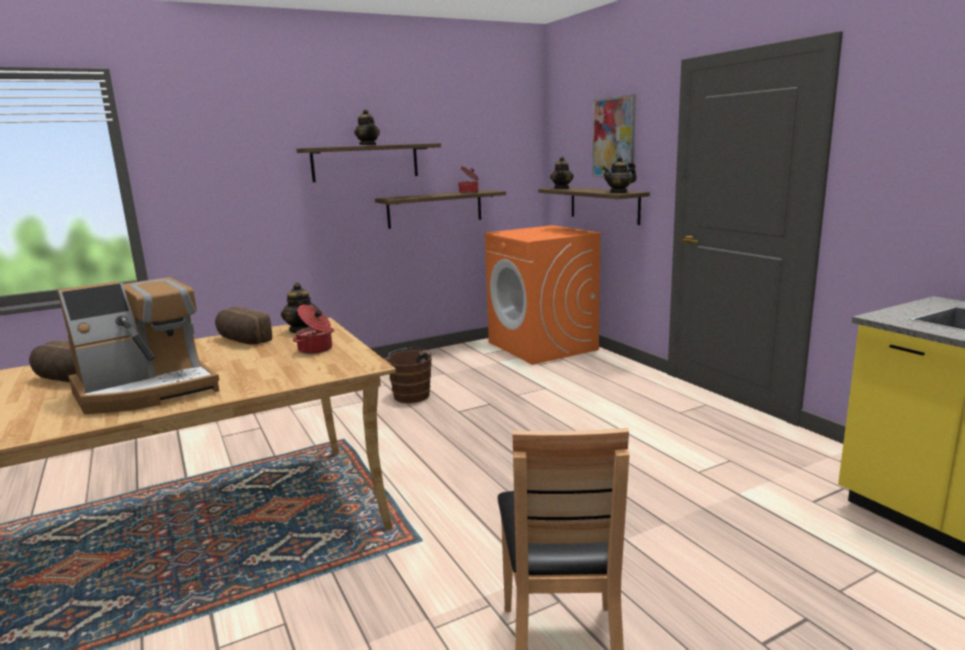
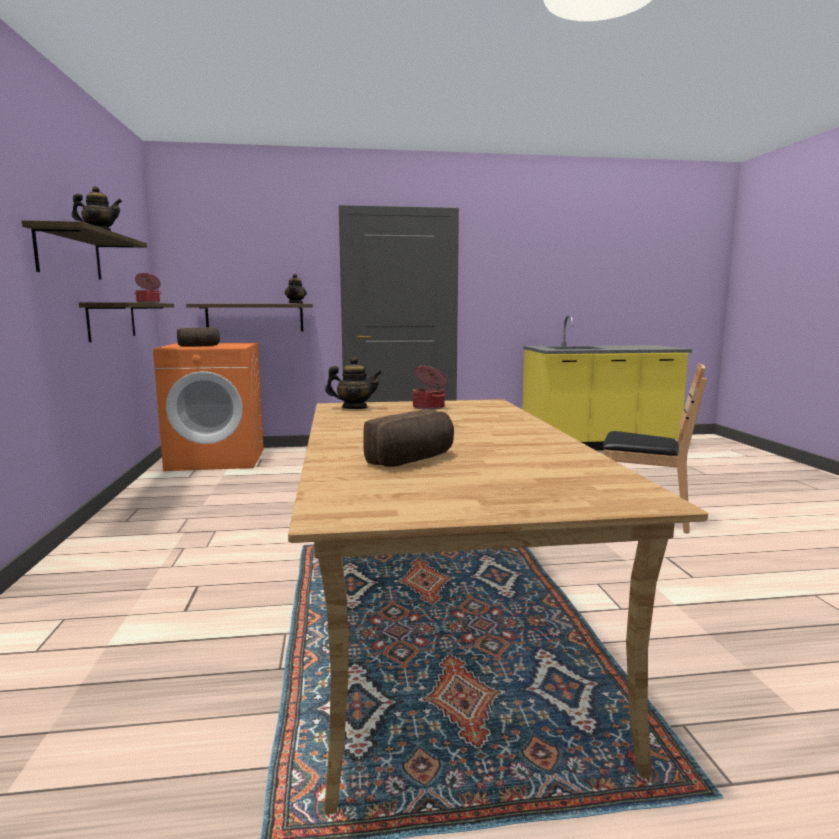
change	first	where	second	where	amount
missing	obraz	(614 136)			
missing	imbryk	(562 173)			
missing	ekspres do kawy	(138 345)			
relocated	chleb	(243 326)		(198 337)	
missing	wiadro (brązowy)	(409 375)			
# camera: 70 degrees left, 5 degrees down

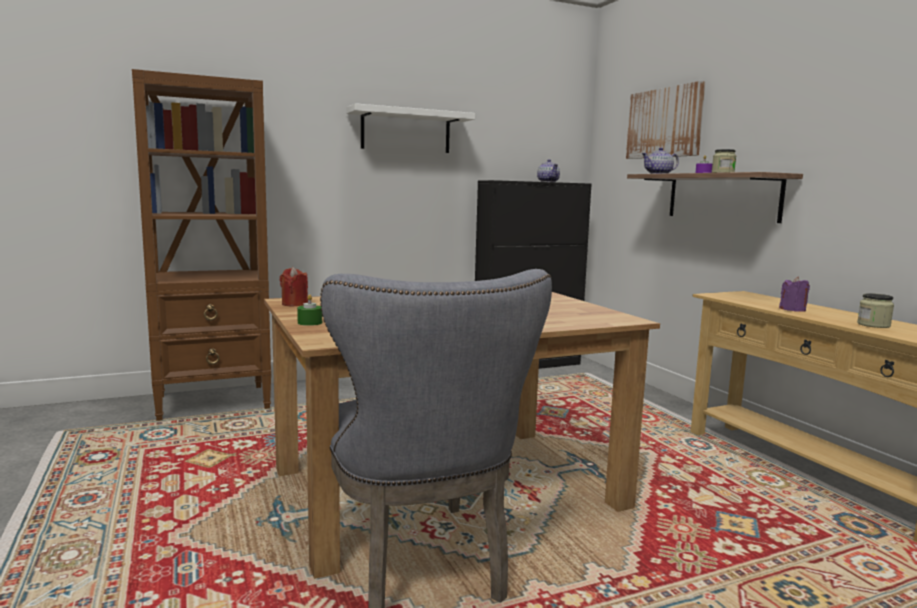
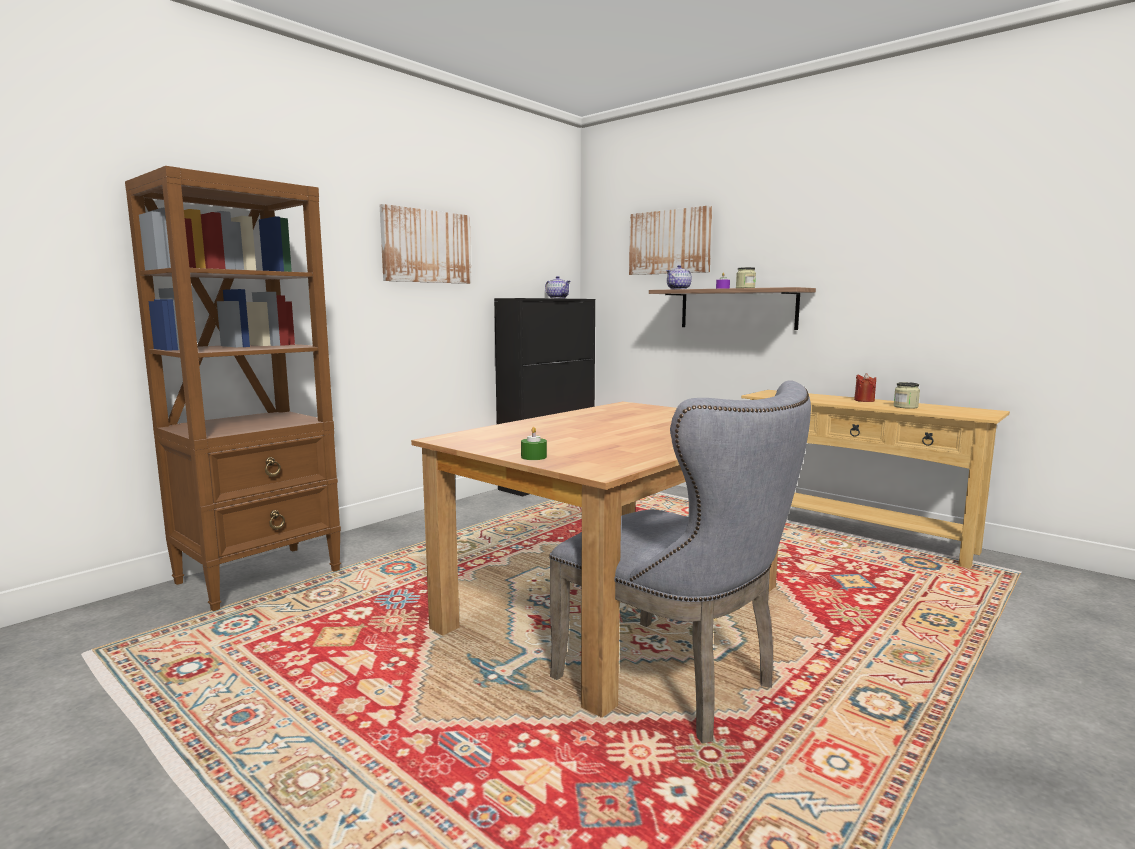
change	first	where	second	where	amount
exchanged	półka (biały)	(410 128)	obraz	(426 244)	
relocated	świeca (czerwony)	(294 287)		(865 387)	
missing	świeca (fioletowy)	(794 294)			
# camera: 25 degrees left, 0 degrees up

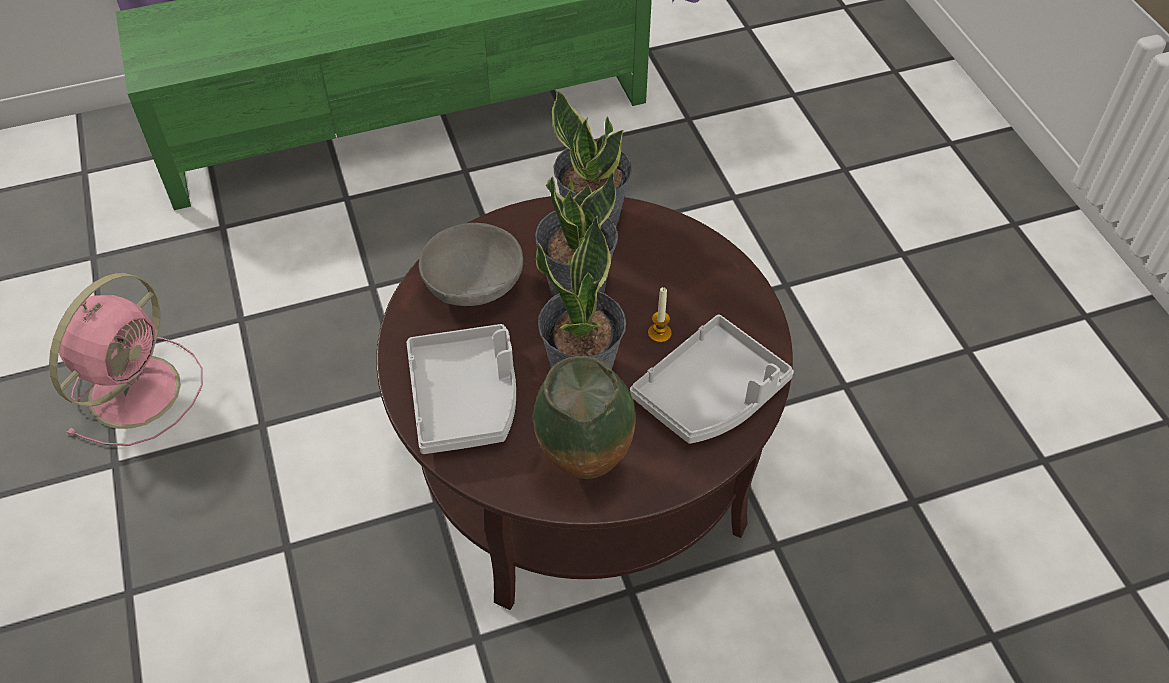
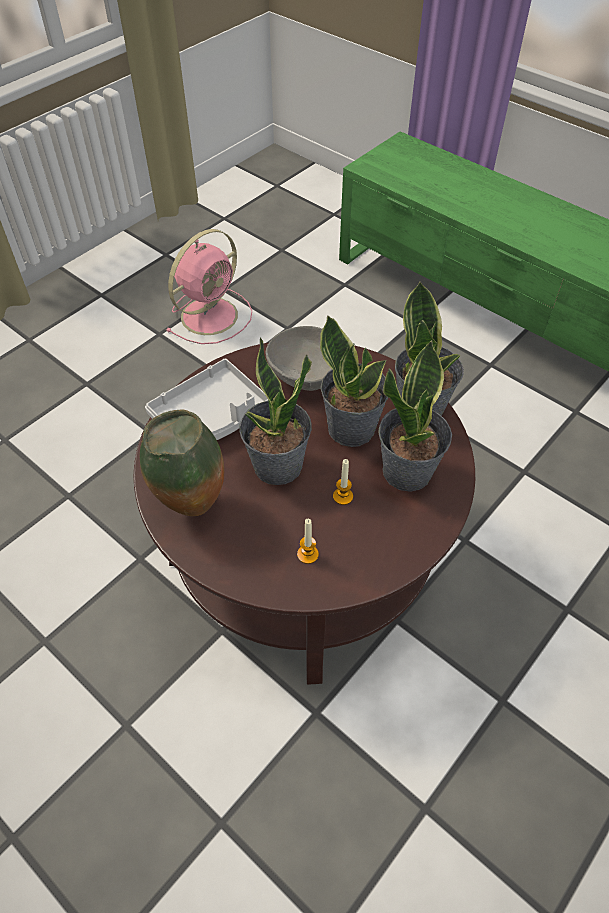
change	first	where	second	where	amount
spun	wentylator (różowy)	(126 359)		(208 286)	45 degrees counterclockwise
exchanged	taca (szary)	(712 379)	świeca	(308 541)	
appeared			roślina doniczkowa	(415 416)	
# camera: 60 degrees right, 0 degrees up

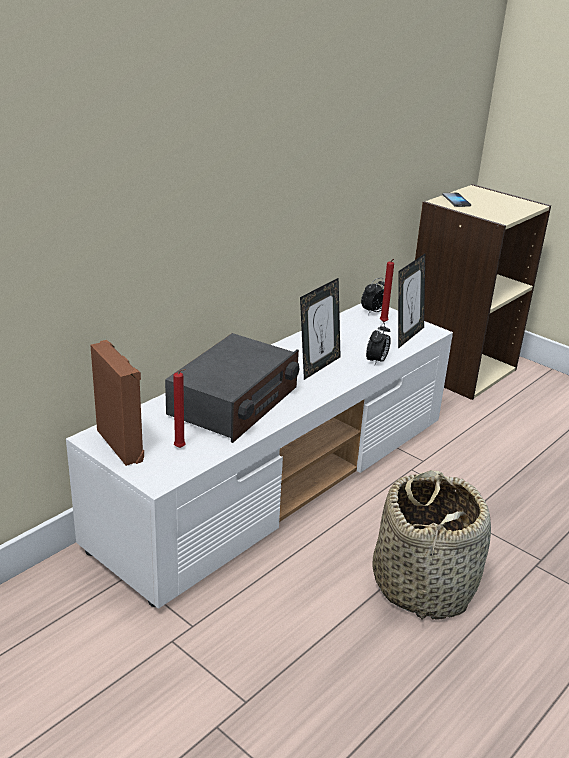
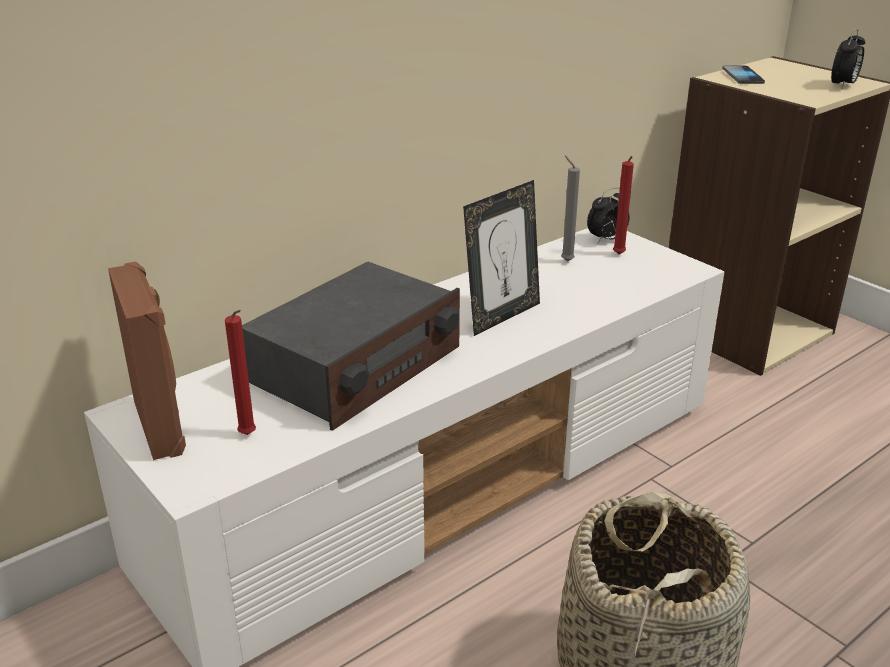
change	first	where	second	where	amount
missing	ramka na zdjęcie	(411 301)			
relocated	budzik	(378 344)		(848 59)	
appeared			świeca (szary)	(570 209)	
# camera: 10 degrees right, 0 degrees up

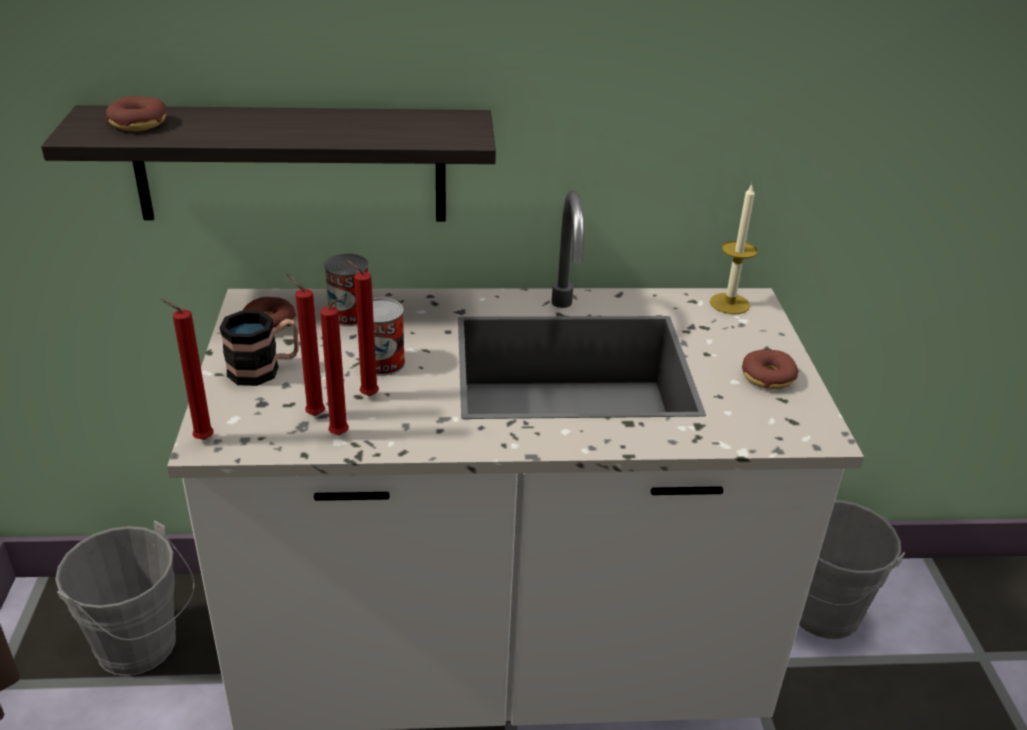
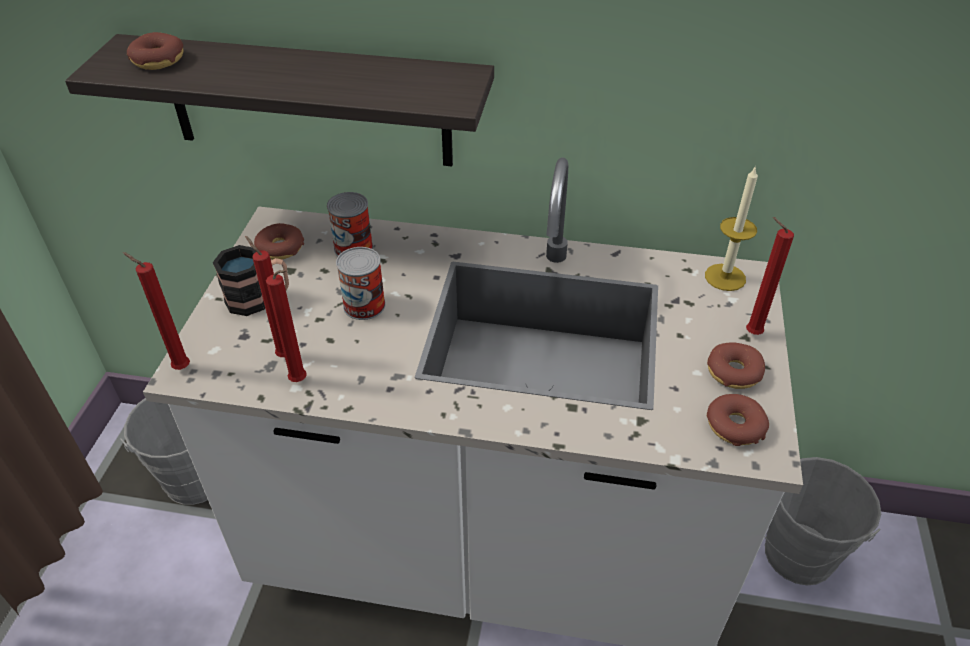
change	first	where	second	where	amount
relocated	świeca (czerwony)	(361 327)		(770 276)	
appeared			donut	(738 420)	
# camera: 15 degrees right, 10 degrees up

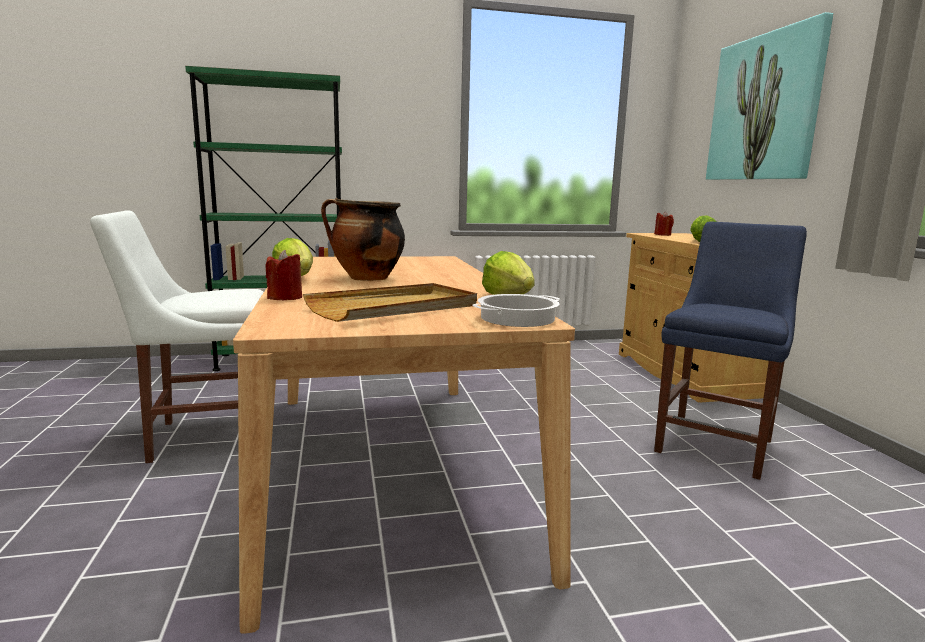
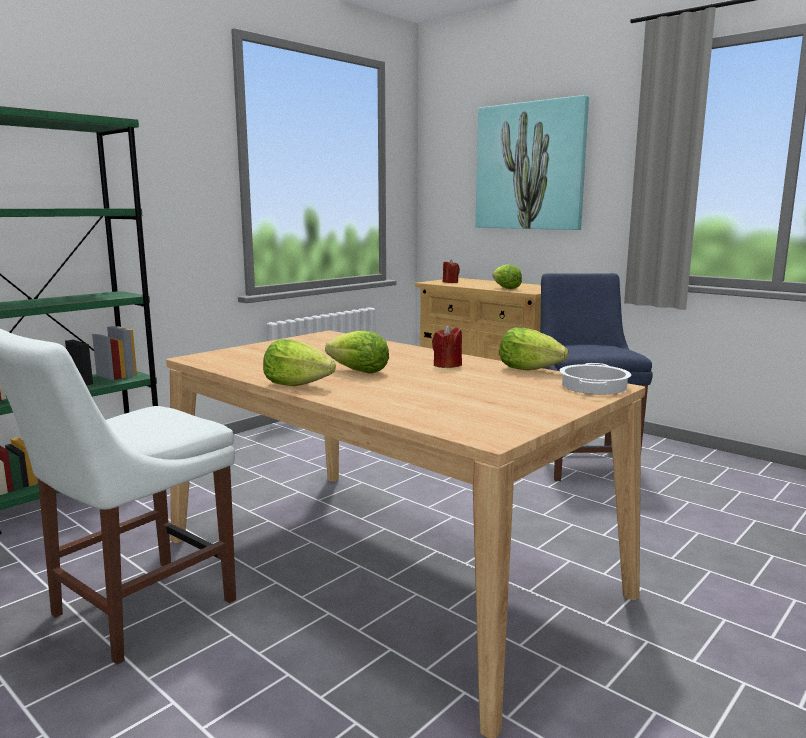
change	first	where	second	where	amount
exchanged	garnek	(363 239)	sałata	(357 352)	
relocated	świeca (czerwony)	(284 275)		(447 346)	
missing	taca (beżowy)	(390 302)			
# camera: 35 degrees left, 0 degrees up

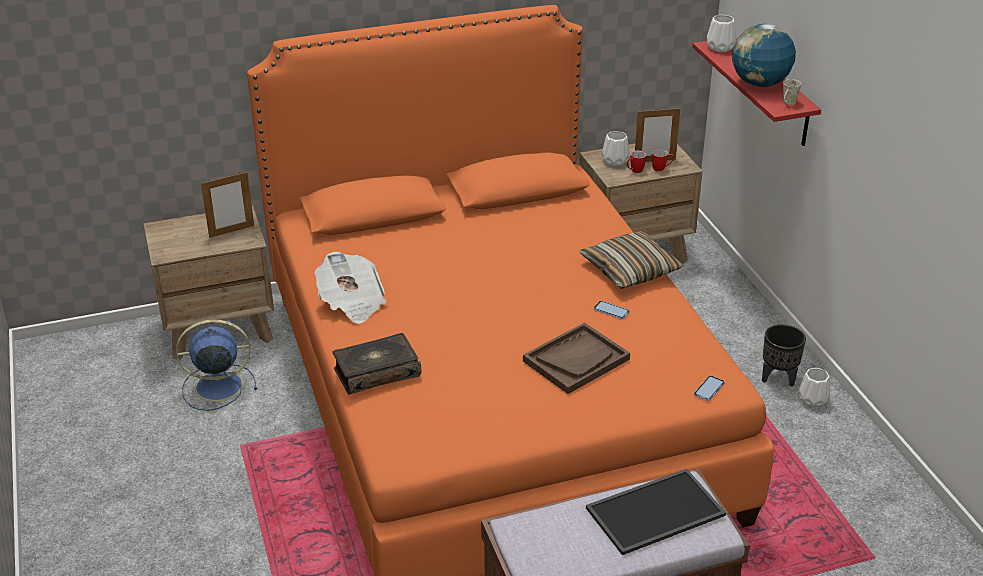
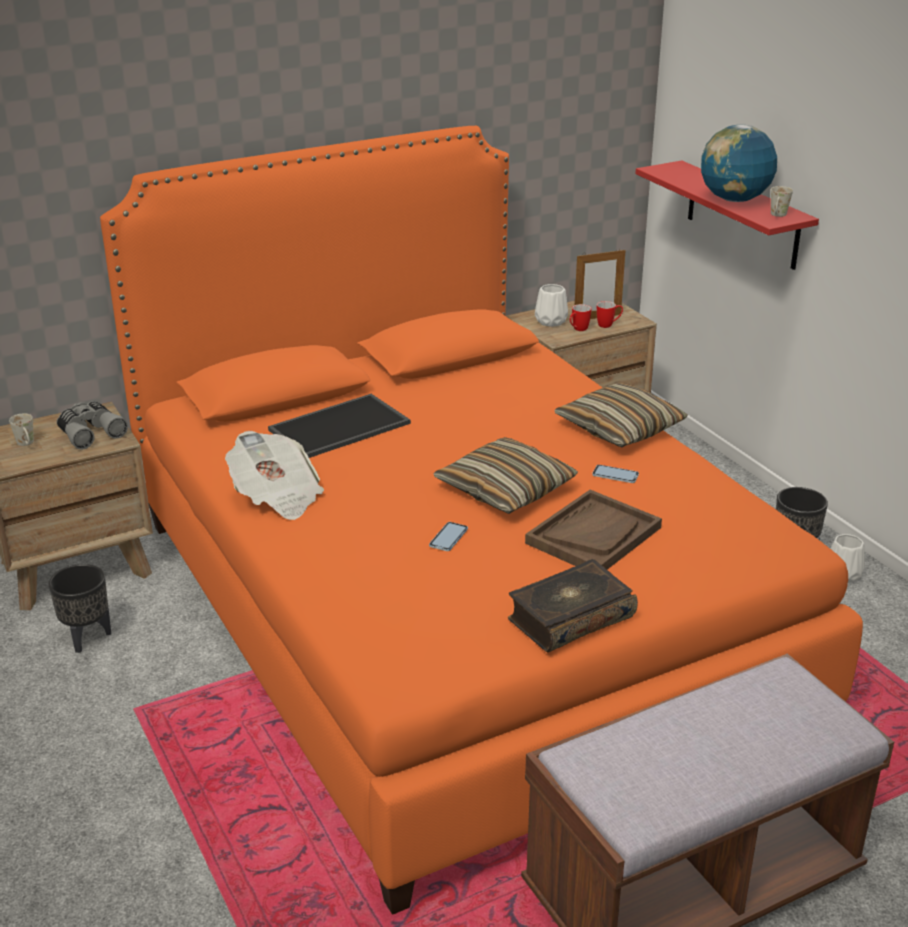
change	first	where	second	where	amount
missing	wazon (biały)	(721 33)			
exchanged	ramka na zdjęcie	(227 205)	lornetka (szary)	(92 425)	
exchanged	wentylator (niebieski)	(216 365)	donica (czarny)	(79 608)	
relocated	książka	(376 363)		(573 605)	
relocated	telefon	(709 388)		(448 536)	
relocated	taca	(656 512)		(339 426)	
appeared			kubek (biały)	(21 429)	
appeared			poduszka	(506 475)	
# camera: 10 degrees left, 5 degrees down

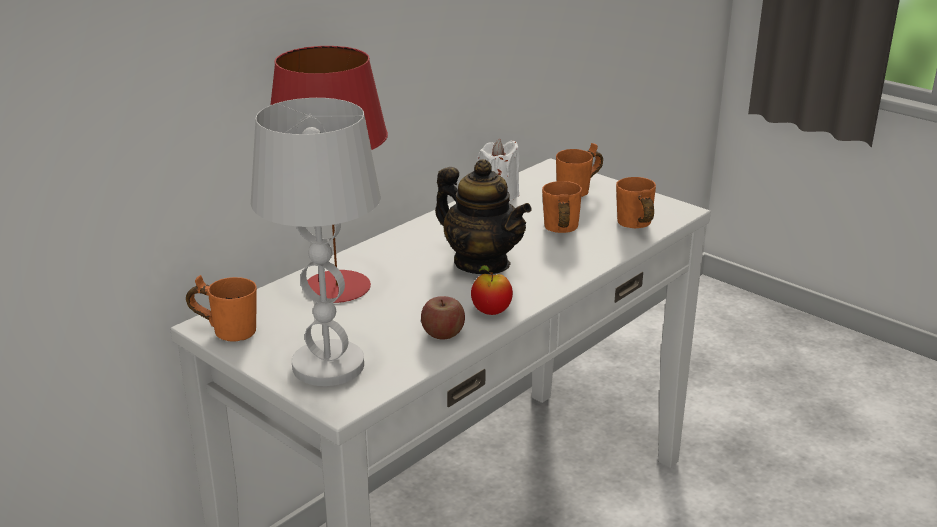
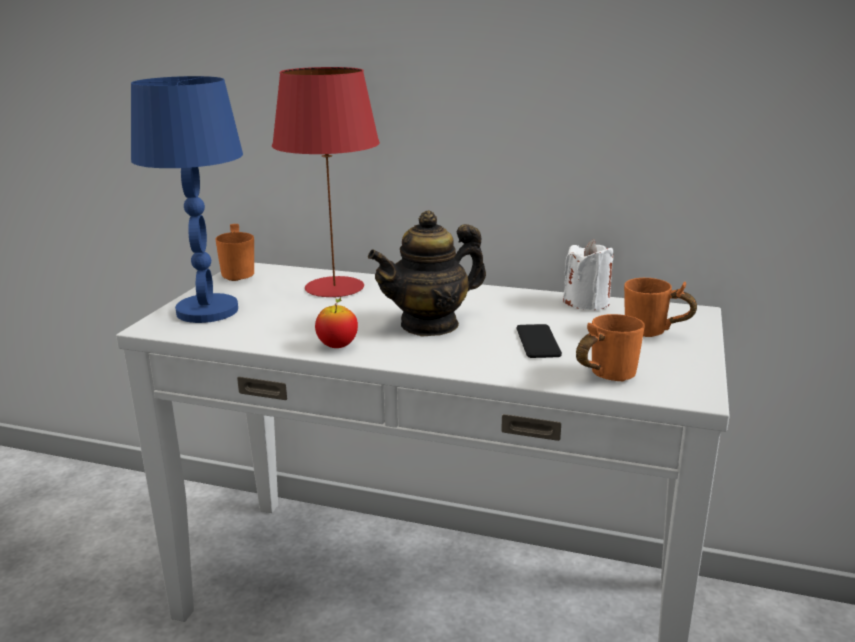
change	first	where	second	where	amount
colour	lampa stołowa (biały)	(316 242)	lampa stołowa (niebieski)	(187 199)	
spun	imbryk	(483 216)		(427 273)	45 degrees clockwise
exchanged	kubek (pomarańczowy)	(562 207)	telefon	(539 341)	
missing	jabłko	(443 318)			
# camera: 65 degrees right, 5 degrees down

